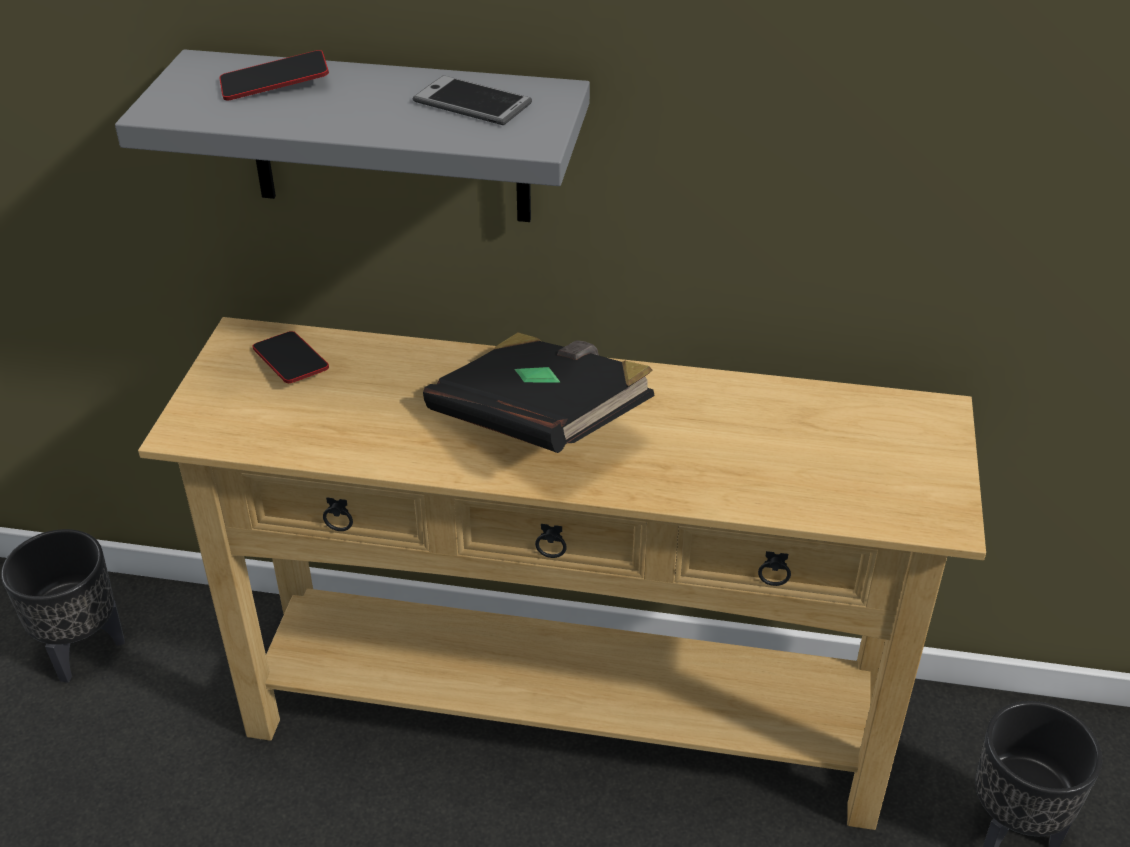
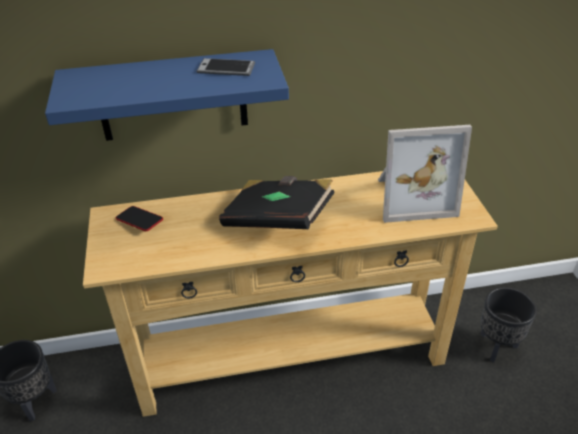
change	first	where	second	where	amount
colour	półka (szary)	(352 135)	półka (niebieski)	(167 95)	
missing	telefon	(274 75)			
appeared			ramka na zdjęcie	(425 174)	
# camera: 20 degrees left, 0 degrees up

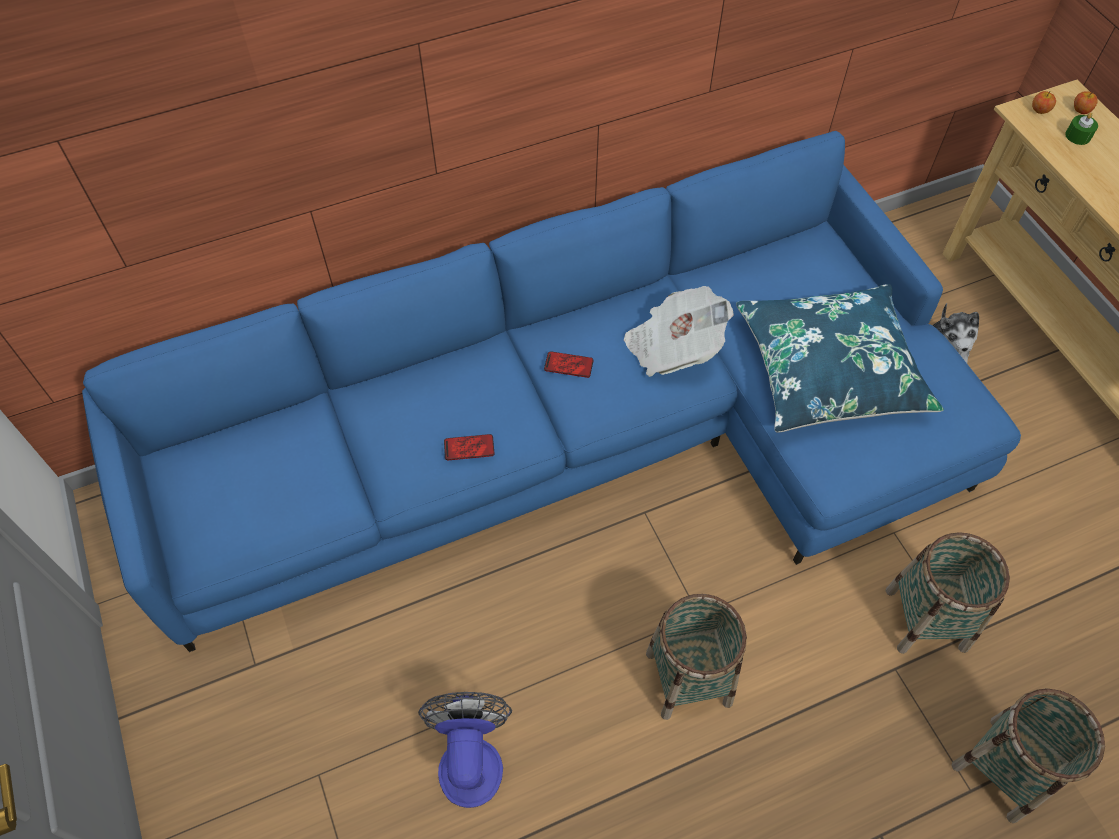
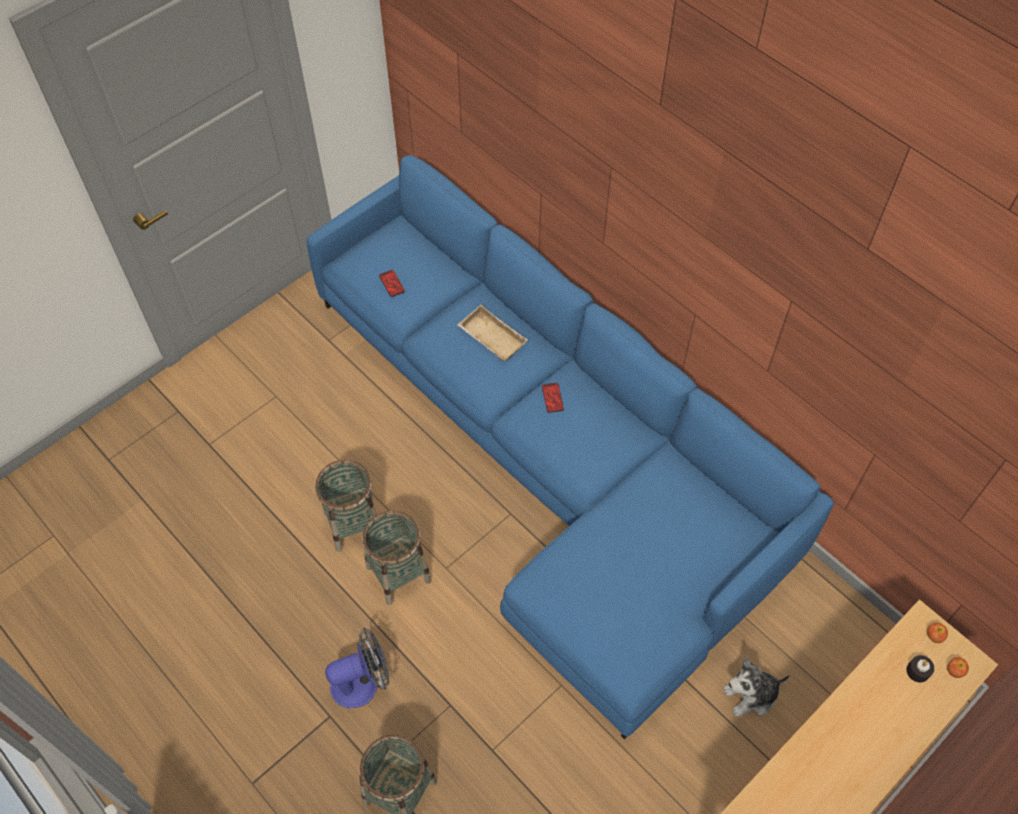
change	first	where	second	where	amount
colour	świeca (zielony)	(1081 129)	świeca (czarny)	(920 669)	
missing	poduszka (niebieski)	(840 358)			
missing	gazeta	(679 331)			
relocated	telefon	(469 447)		(392 283)	
relocated	koszyk	(948 593)		(346 506)	
relocated	wentylator	(465 750)		(357 668)	
appeared			taca (beżowy)	(492 333)	
# camera: 70 degrees right, 0 degrees up

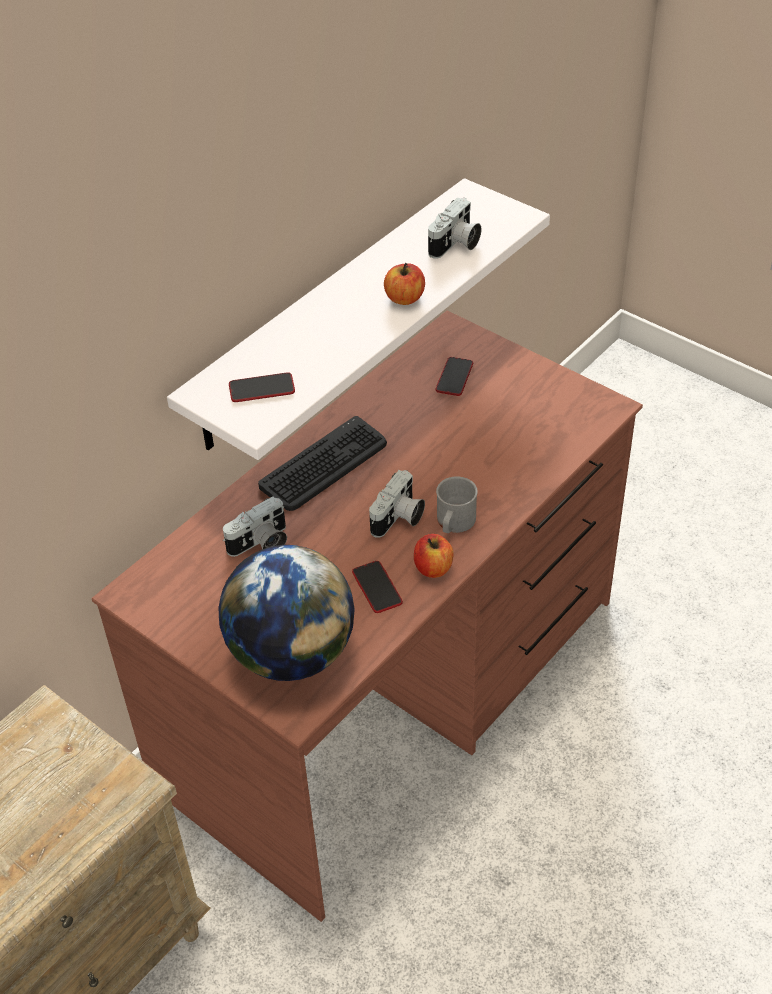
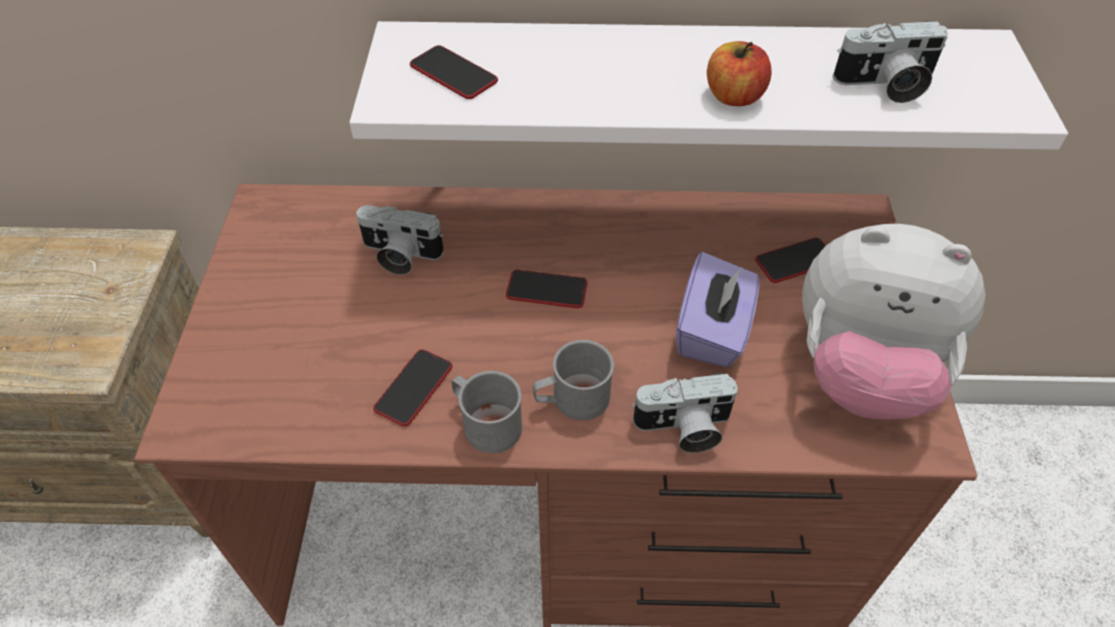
change	first	where	second	where	amount
missing	klawiatura	(322 463)			
relocated	aparat fotograficzny	(397 504)		(685 413)	
exchanged	jabłko	(434 556)	kubek (szary)	(486 412)	
missing	globus	(287 613)			
appeared			pluszak	(893 322)	
appeared			pudełko chusteczek (fioletowy)	(717 309)	
appeared			telefon	(547 289)	
# camera: 50 degrees right, 5 degrees up

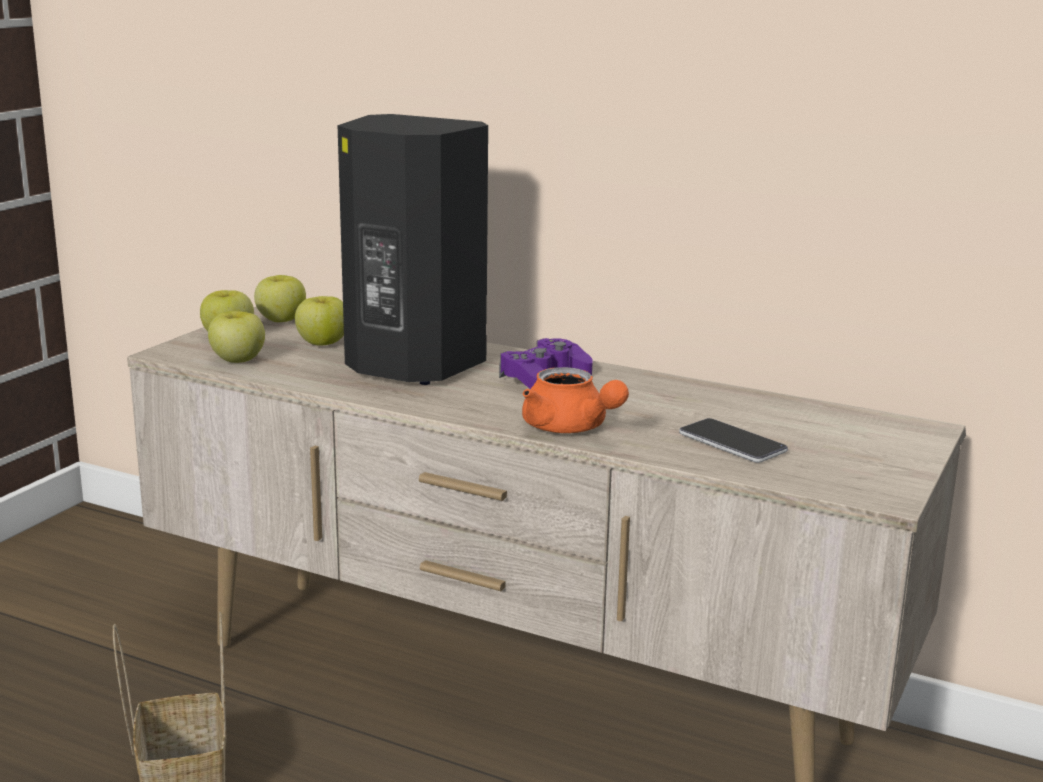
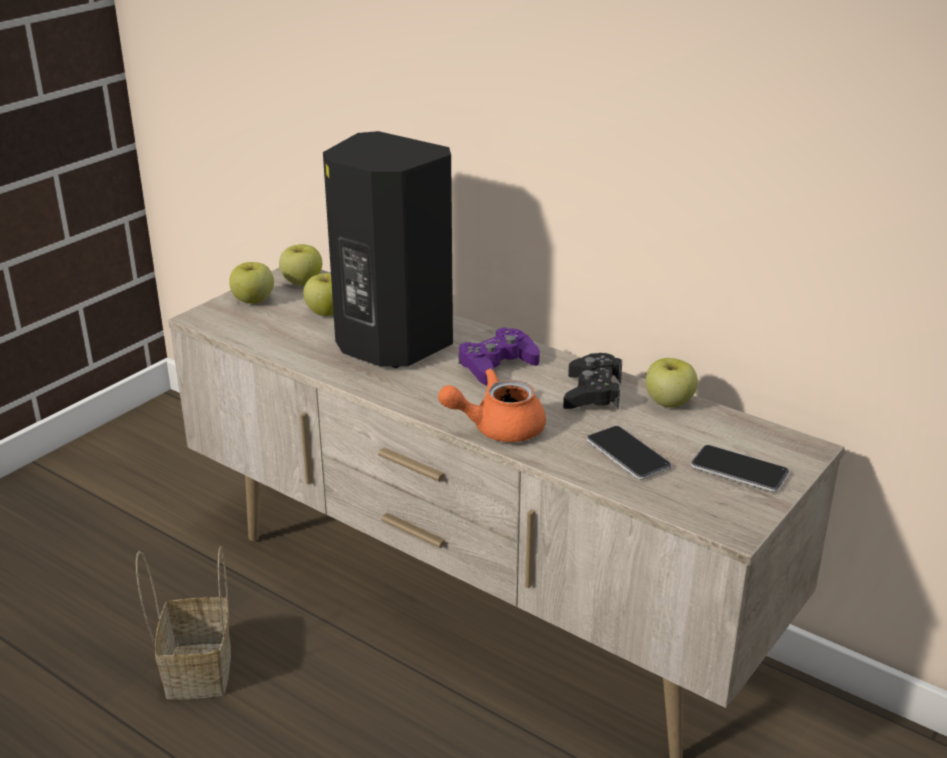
change	first	where	second	where	amount
relocated	jabłko	(236 337)		(672 382)	
spun	imbryk (pomarańczowy)	(575 400)		(492 405)	105 degrees clockwise
appeared			pad do gier (czarny)	(592 381)	
appeared			telefon	(740 468)	
# camera: 10 degrees right, 10 degrees up

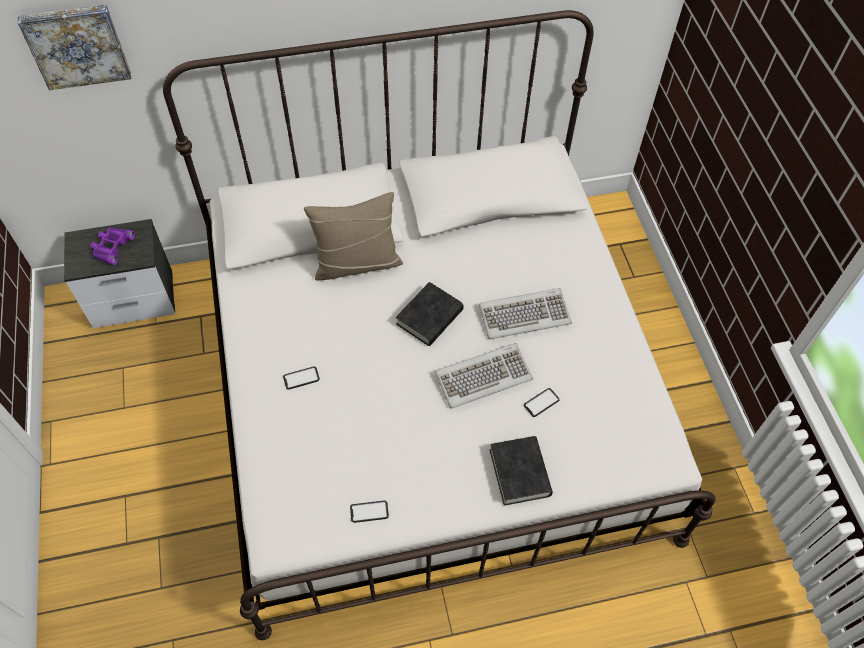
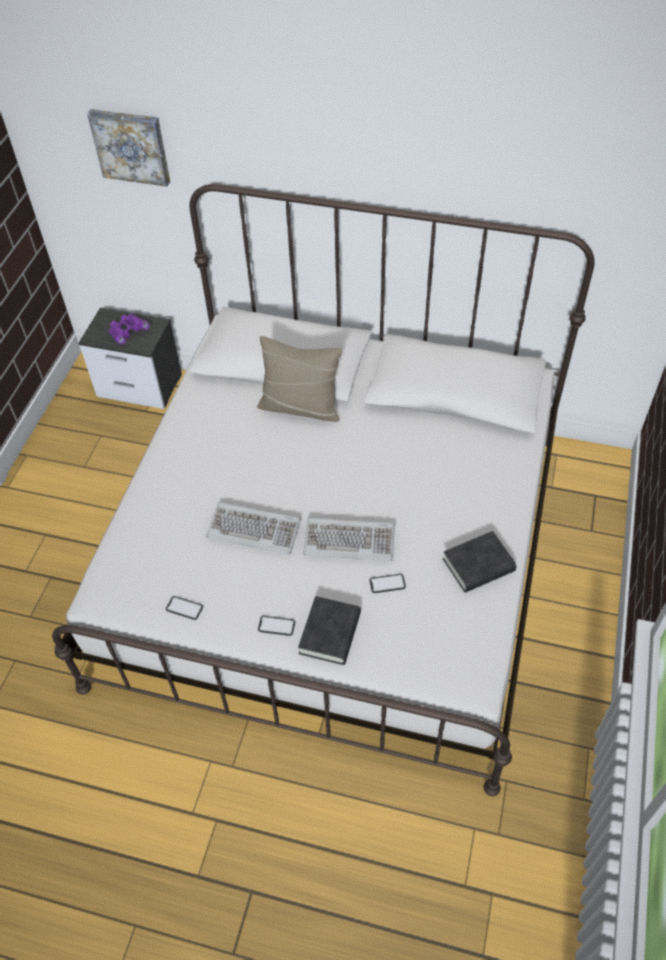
change	first	where	second	where	amount
relocated	książka (czarny)	(430 314)		(479 562)	
relocated	klawiatura	(525 313)		(253 528)	
relocated	telefon	(301 378)		(276 626)	
# camera: 30 degrees right, 5 degrees down

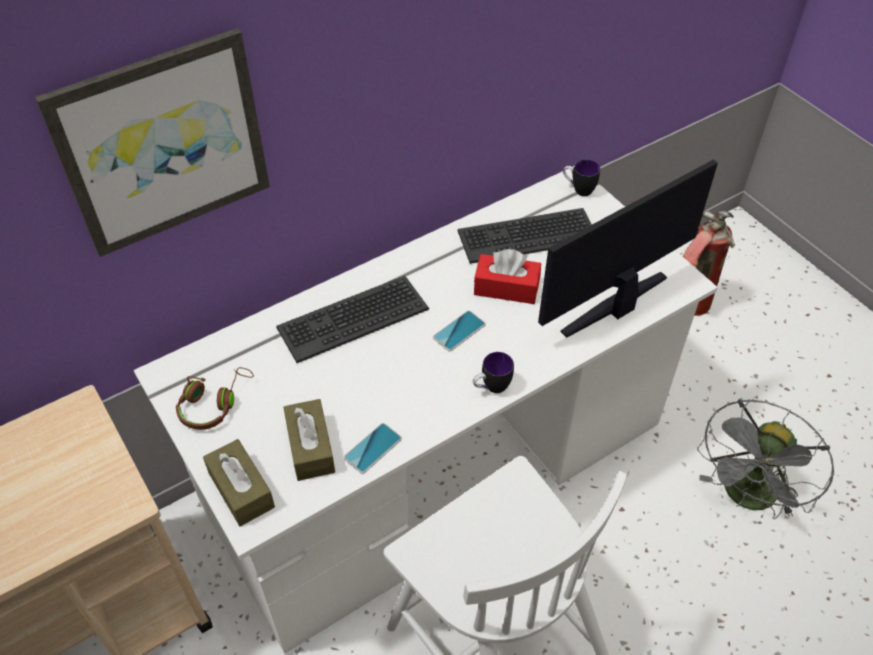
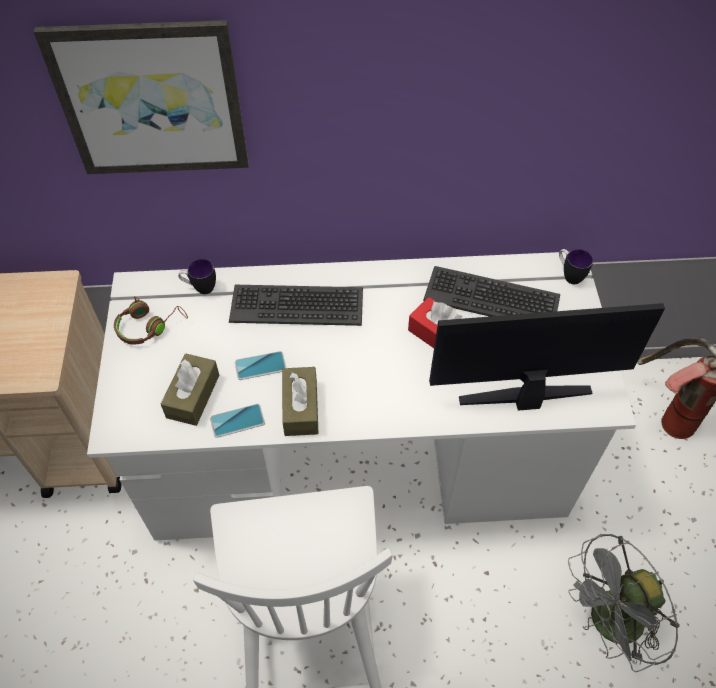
change	first	where	second	where	amount
relocated	telefon	(459 331)		(260 365)	
relocated	kubek	(493 372)		(197 276)	
relocated	pudełko chusteczek (brązowy)	(239 483)		(300 401)	
# camera: 30 degrees right, 5 degrees up

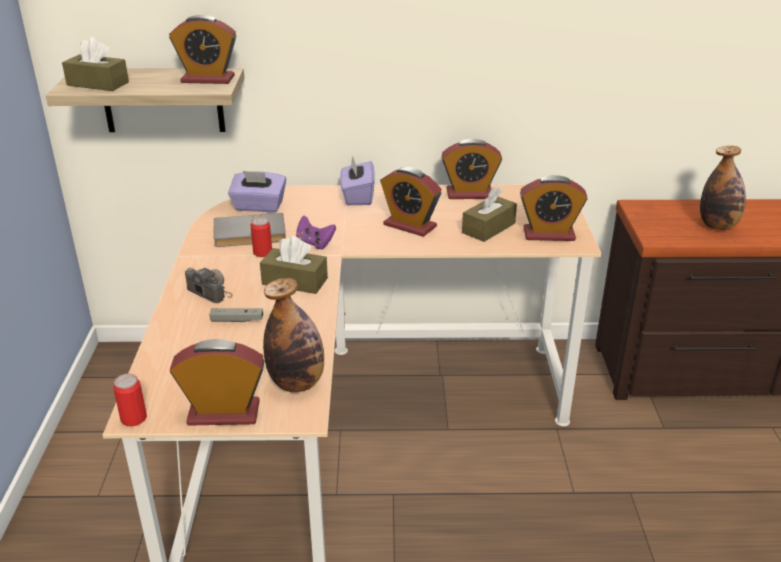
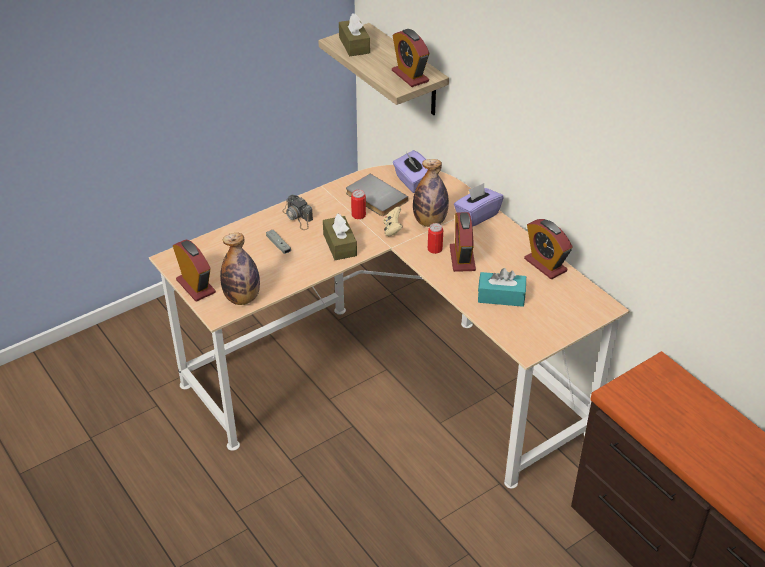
change	first	where	second	where	amount
relocated	butelka	(723 188)		(431 193)	
missing	budzik	(553 208)			
colour	pudełko chusteczek (brązowy)	(489 215)	pudełko chusteczek (turkusowy)	(502 287)	
colour	pad do gier (fioletowy)	(316 232)	pad do gier (beżowy)	(393 221)	
spun	aparat fotograficzny	(209 285)		(297 212)	135 degrees clockwise
relocated	puszka	(130 400)		(435 238)	
# camera: 55 degrees right, 10 degrees up

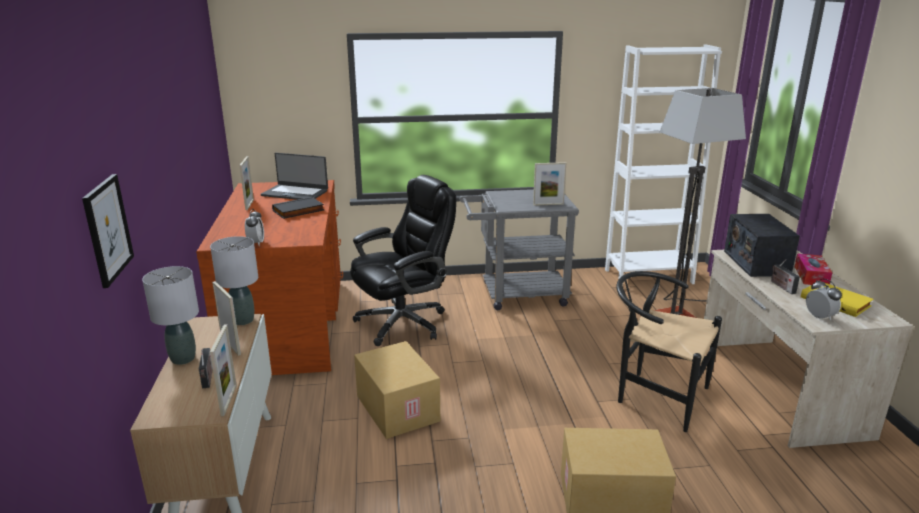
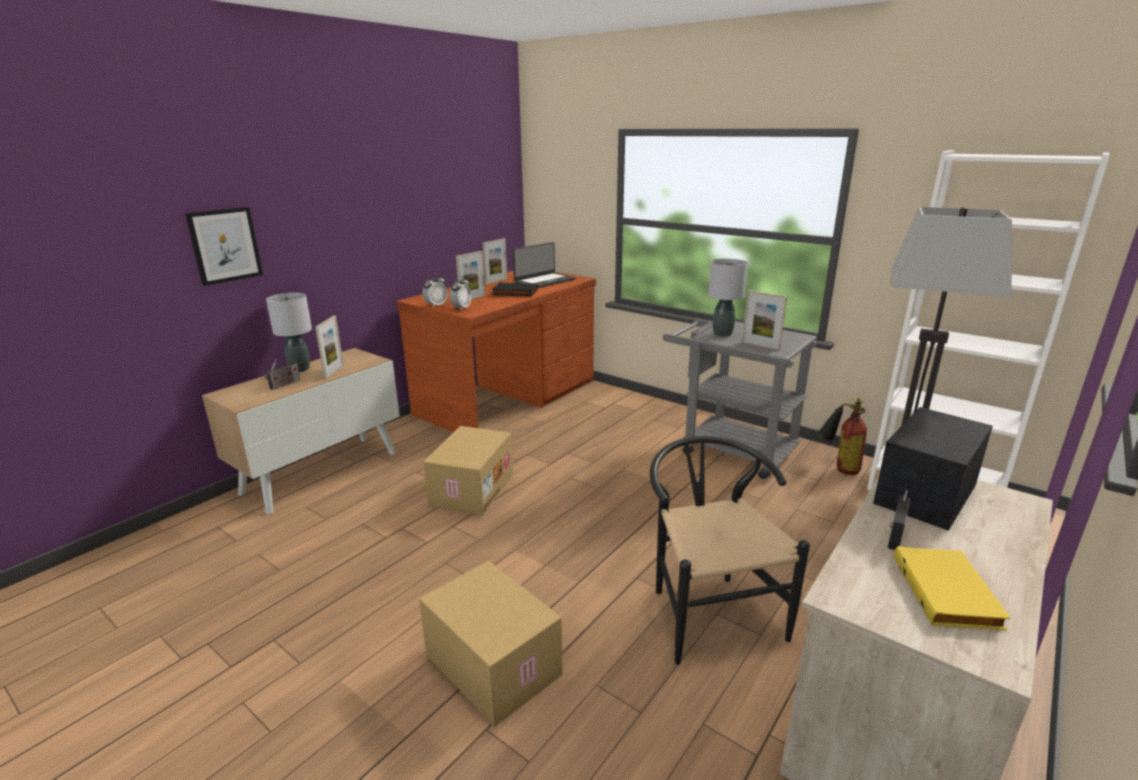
change	first	where	second	where	amount
spun	laptop	(294 176)		(544 265)	105 degrees counterclockwise
missing	krzesło biurowe (czarny)	(403 260)			
relocated	lampa stołowa (szary)	(234 280)		(728 298)	
missing	pudełko chusteczek	(813 269)			
relocated	budzik	(824 299)		(460 293)	
relocated	ramka na zdjęcie	(223 370)		(470 275)	
appeared			gaśnica	(842 436)	
# camera: 45 degrees right, 0 degrees up

